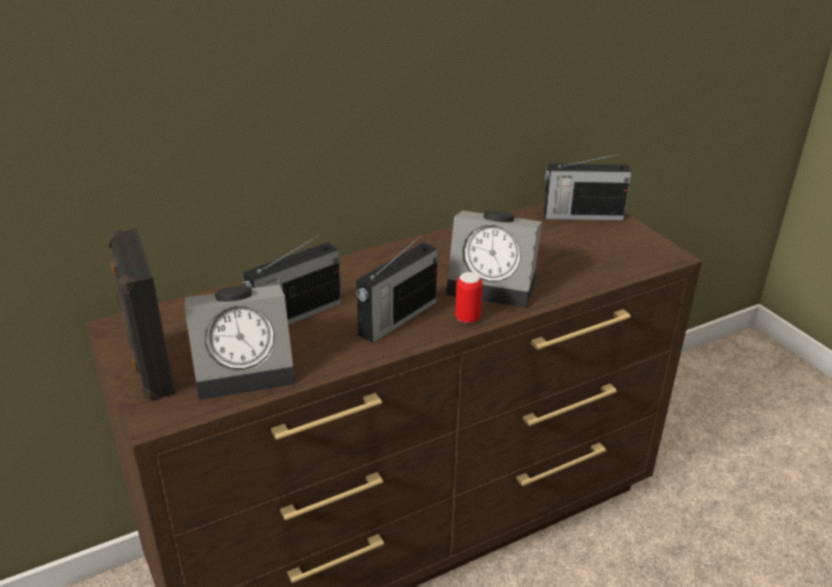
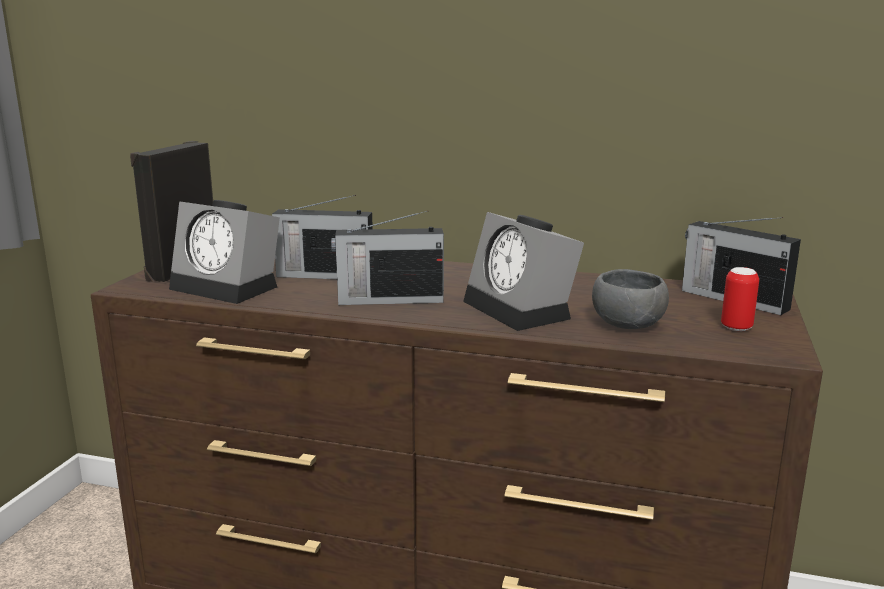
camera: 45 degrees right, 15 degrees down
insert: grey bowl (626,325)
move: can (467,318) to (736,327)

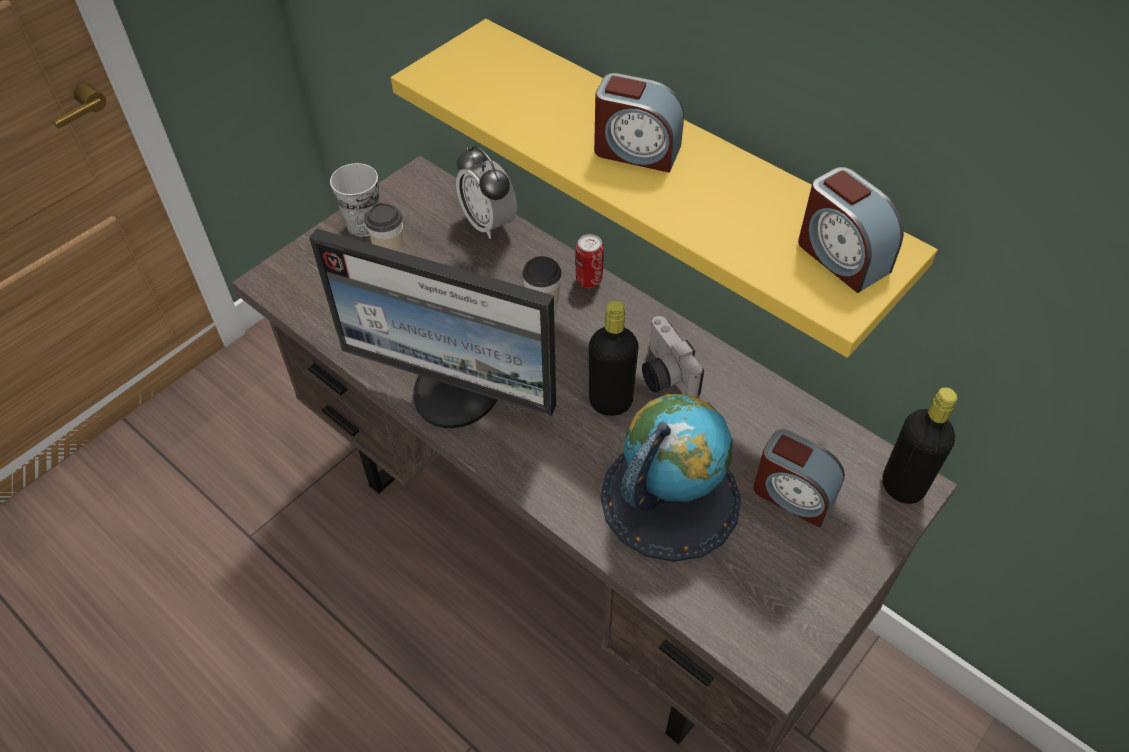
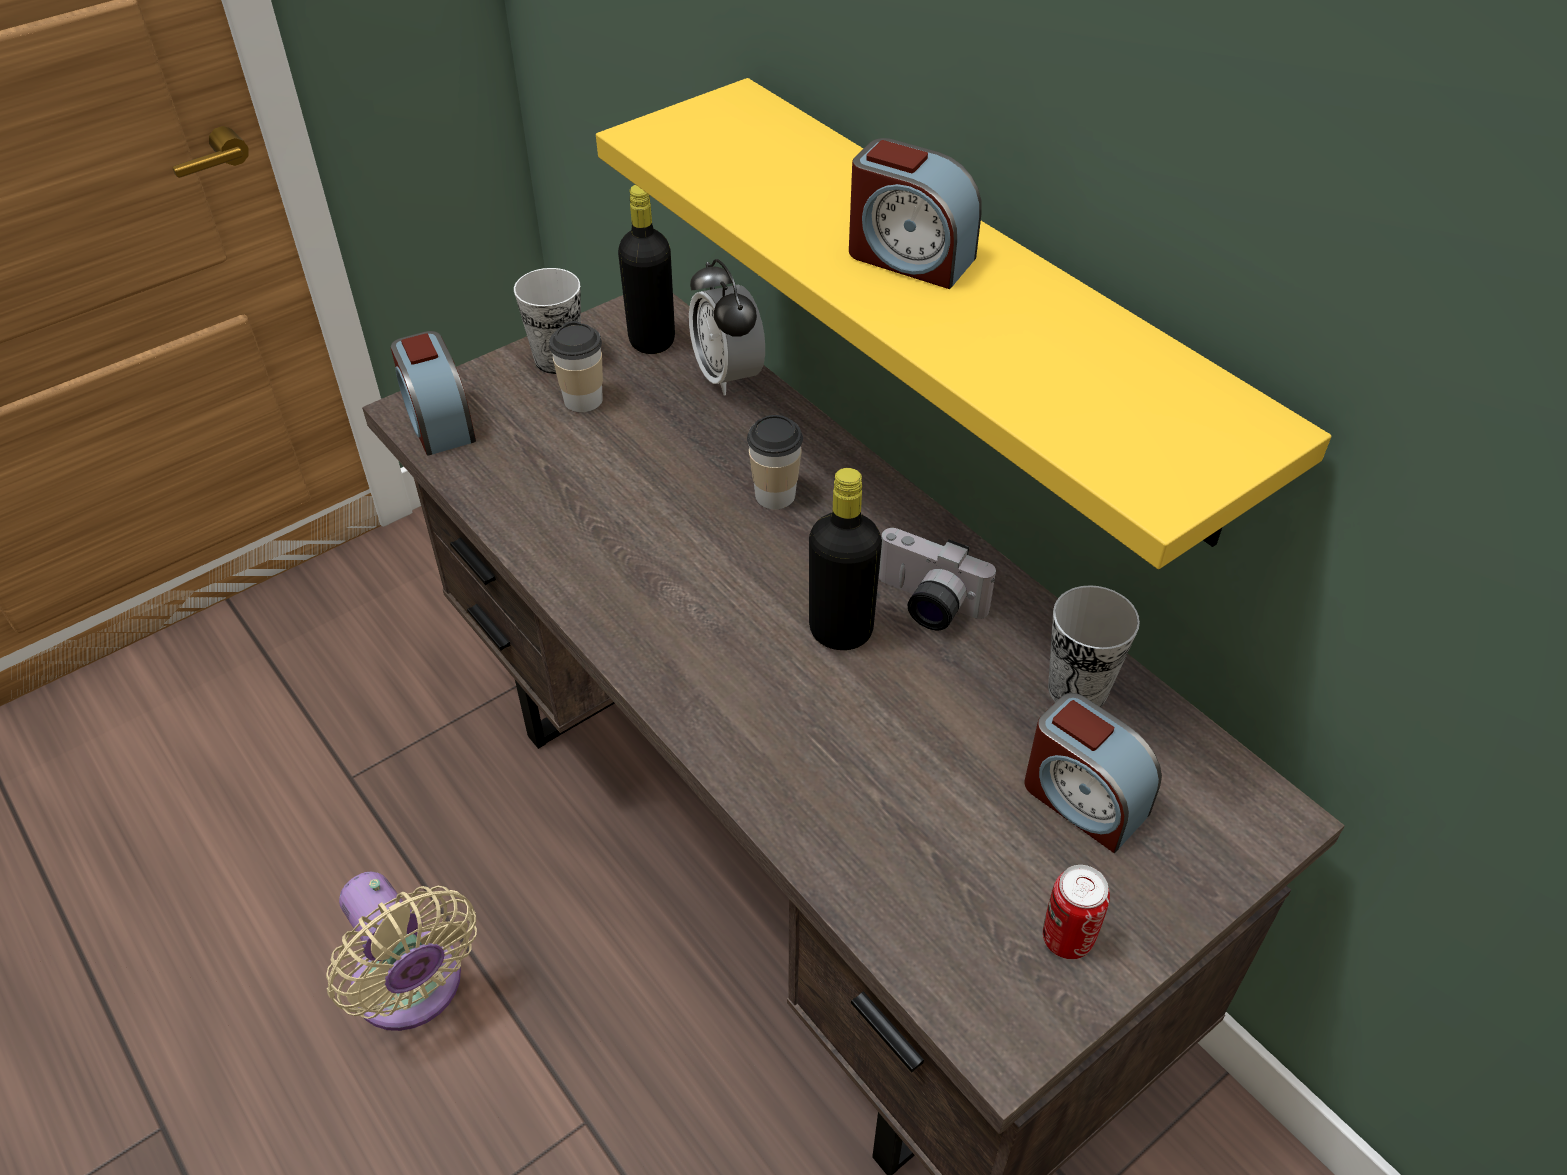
camera: 10 degrees right, 5 degrees down
delete: computer display (457,392); world globe (669,498)
insert: beige-coloured electric fan (413,990); drinking cup (1077,689)
move: alarm clock (841,256) to (438,422); black-coloured bottle (902,486) to (652,340); can (589,280) to (1067,938)
rotate: photo camera (662,374) = (926,605) 45 degrees counterclockwise

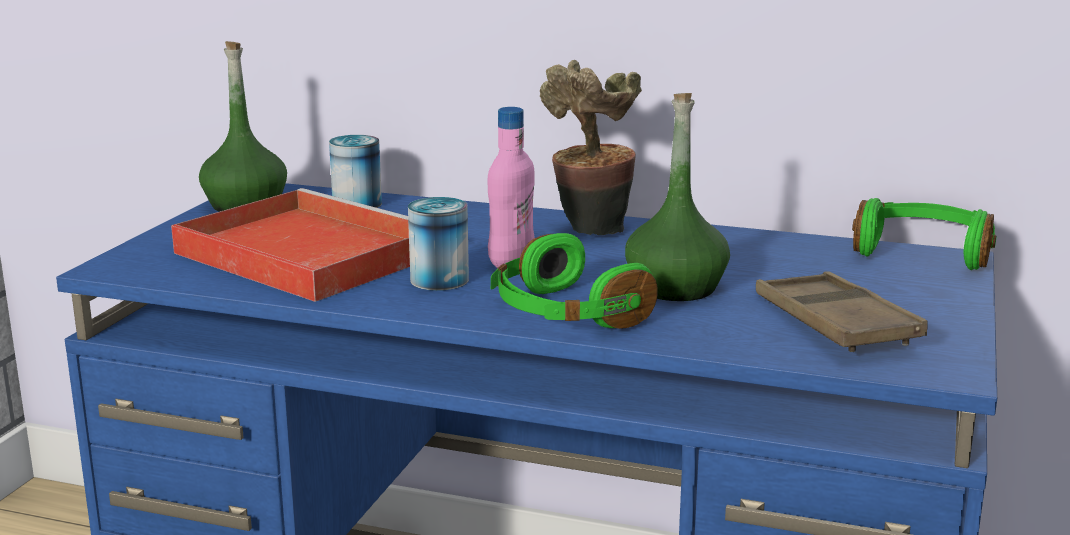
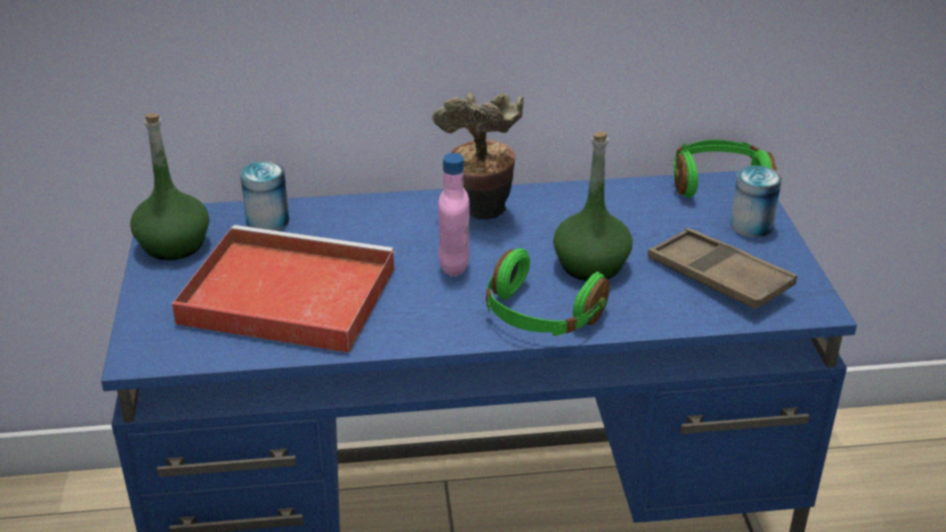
camera: 25 degrees left, 15 degrees up
move: can (439,280) to (751,225)

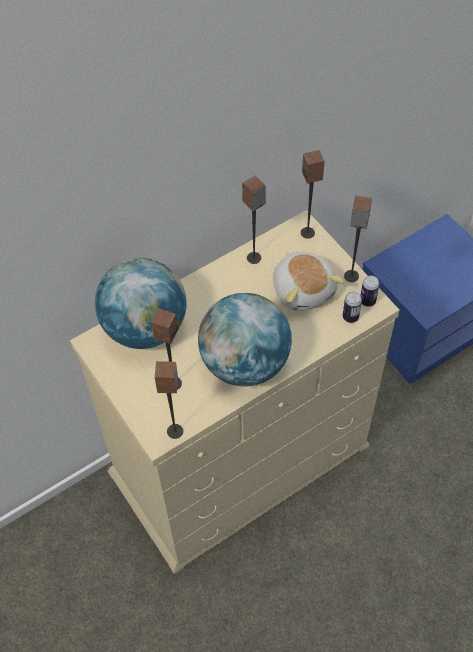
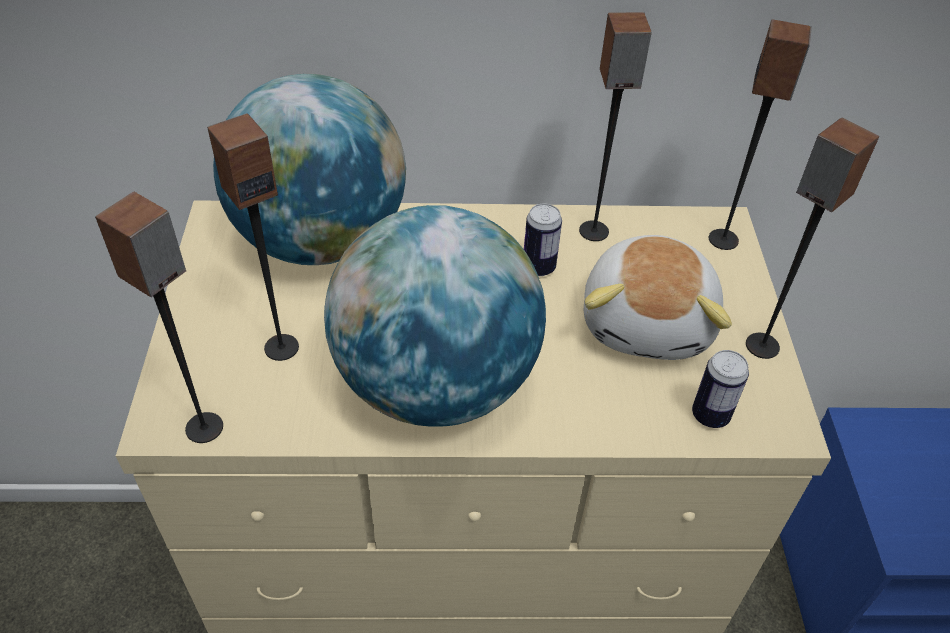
camera: 30 degrees right, 10 degrees down
move: can (367,301) to (538,267)

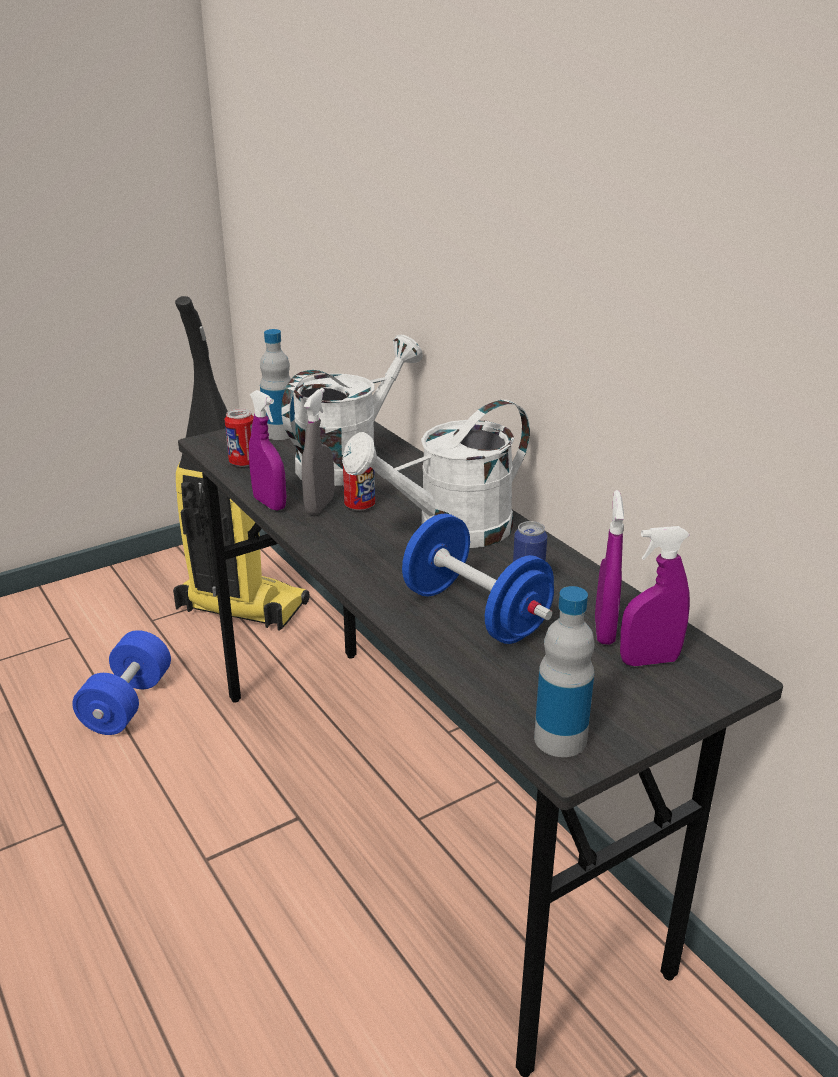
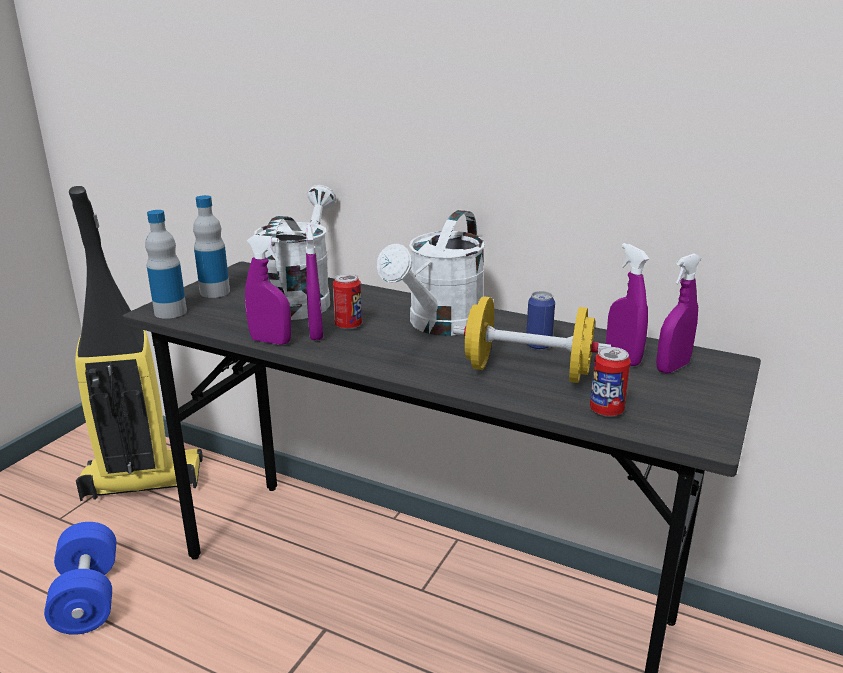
camera: 30 degrees left, 5 degrees down
move: bottle (560,739) to (170,312); can (243,462) to (606,410)
recolor: grey sprayer (320,505) to purple sprayer (315,333); bluish hand weight (475,613) to yellow hand weight (527,372)

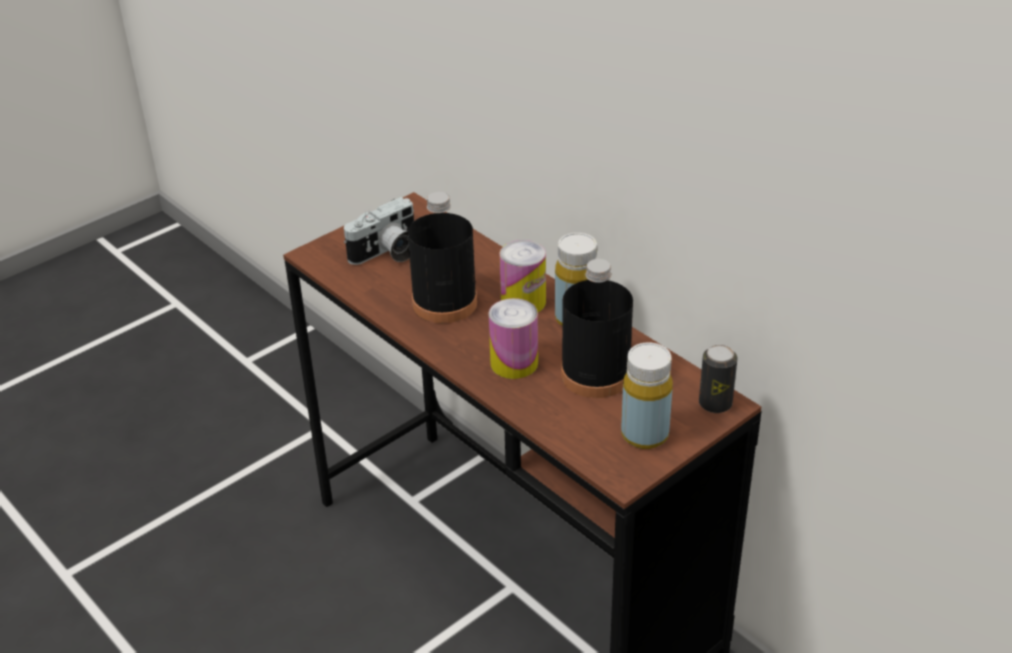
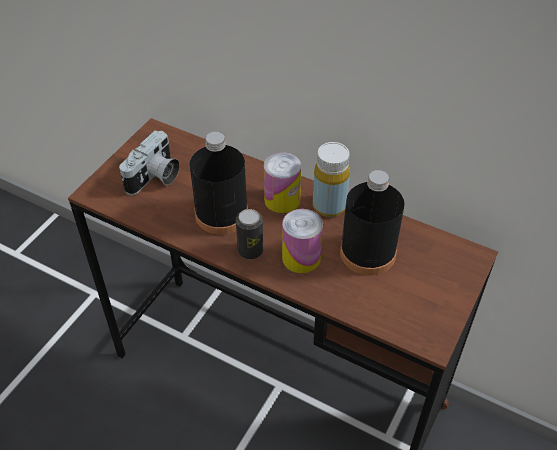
camera: 20 degrees left, 10 degrees up
delete: yellow bottle (644,435)
move: can (715,404) to (250,250)

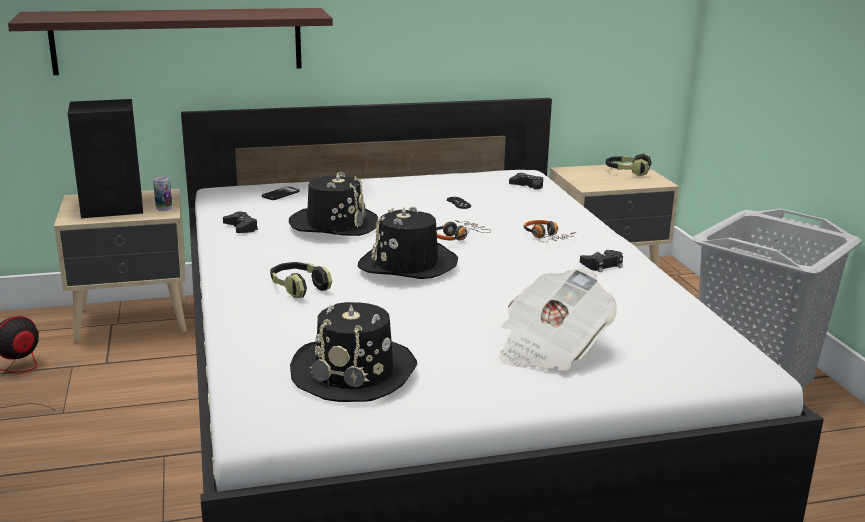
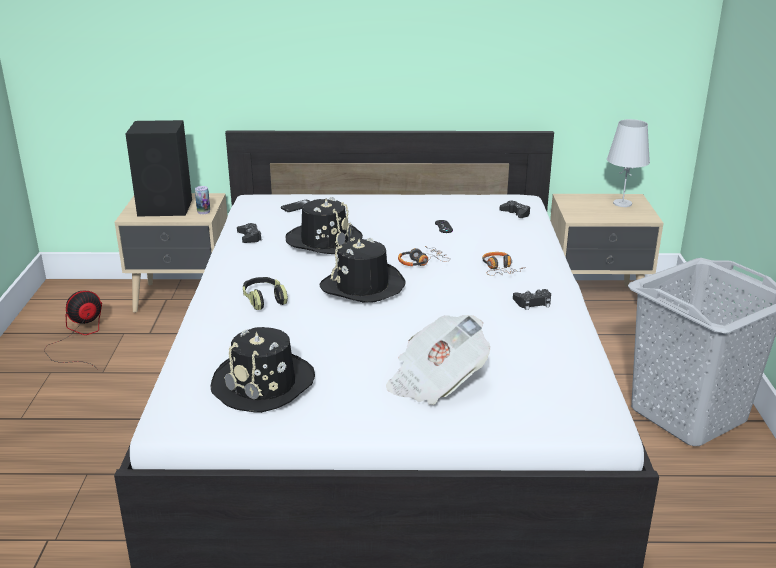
camera: 15 degrees right, 5 degrees up
delete: shelf (178,40)
replace: headphones (627,172) to white-coloured lamp for a table (622,203)

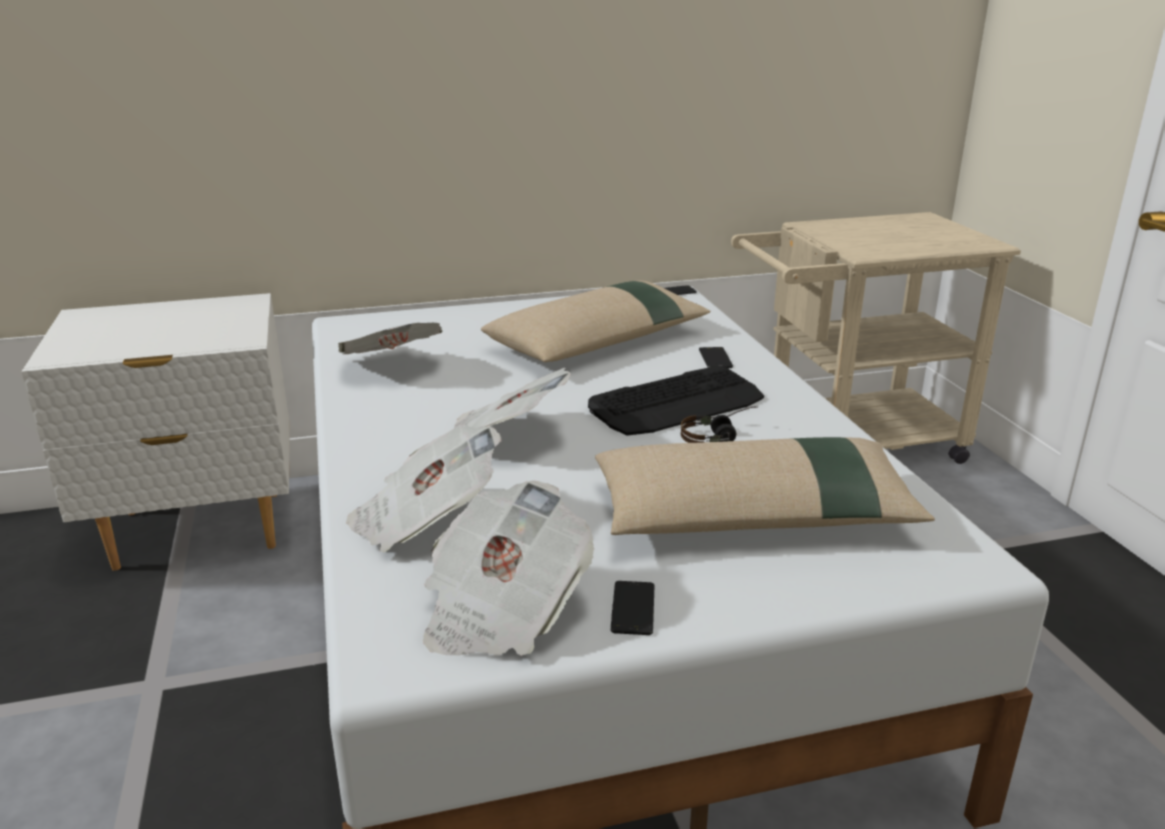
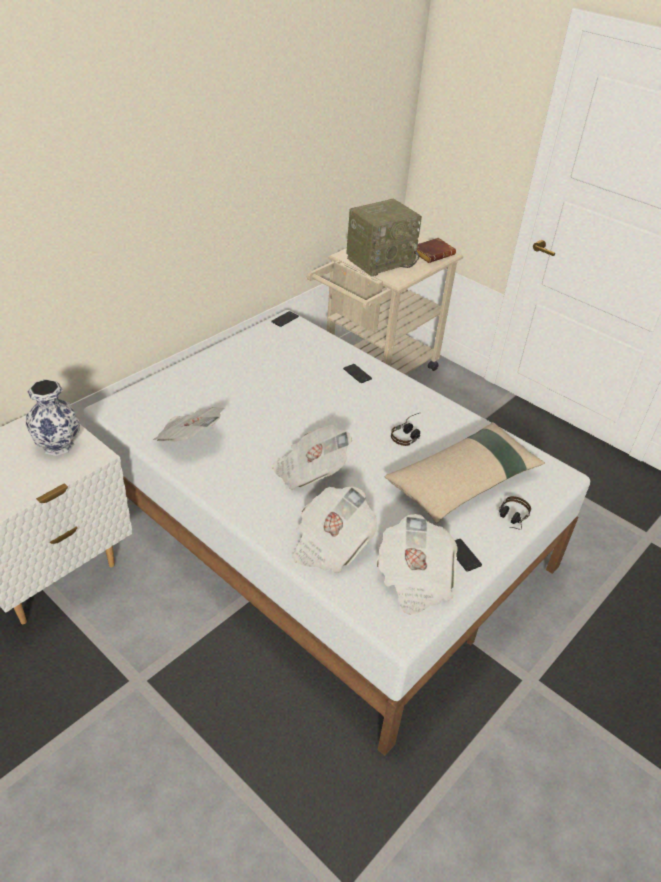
camera: 35 degrees left, 15 degrees up
delete: beige-coloured cushion (599,341); computer keyboard (677,403)
insert: decorative vase (59,445); radio receiver (380,260); brown-coloured volume (433,253); headphones (511,519)

